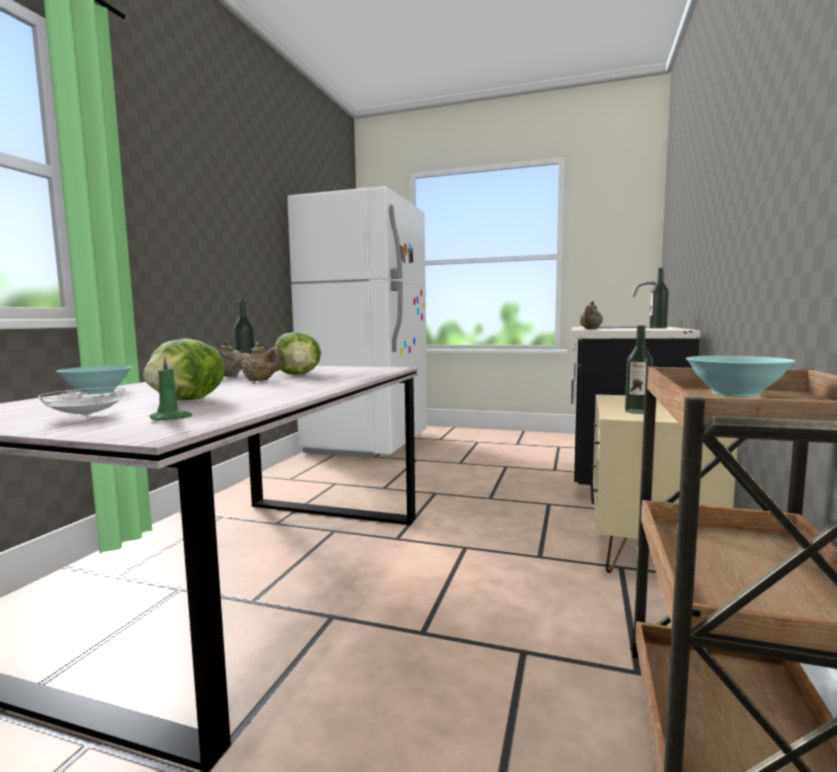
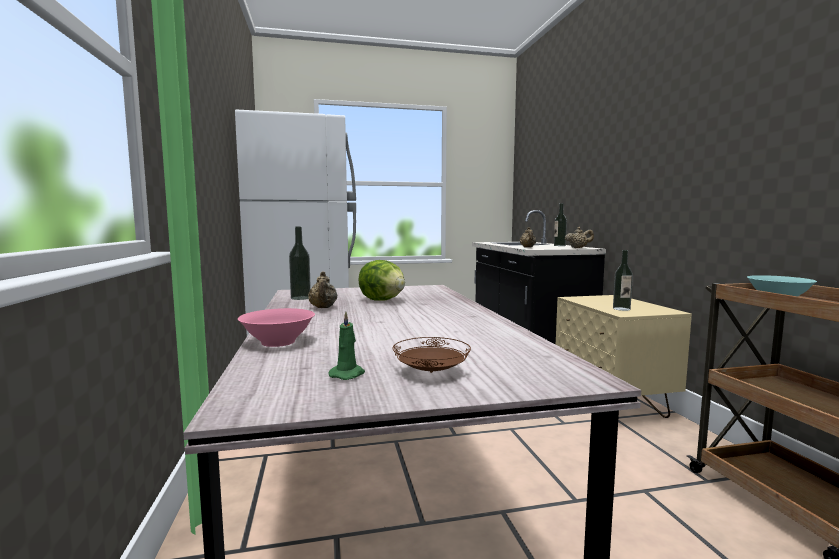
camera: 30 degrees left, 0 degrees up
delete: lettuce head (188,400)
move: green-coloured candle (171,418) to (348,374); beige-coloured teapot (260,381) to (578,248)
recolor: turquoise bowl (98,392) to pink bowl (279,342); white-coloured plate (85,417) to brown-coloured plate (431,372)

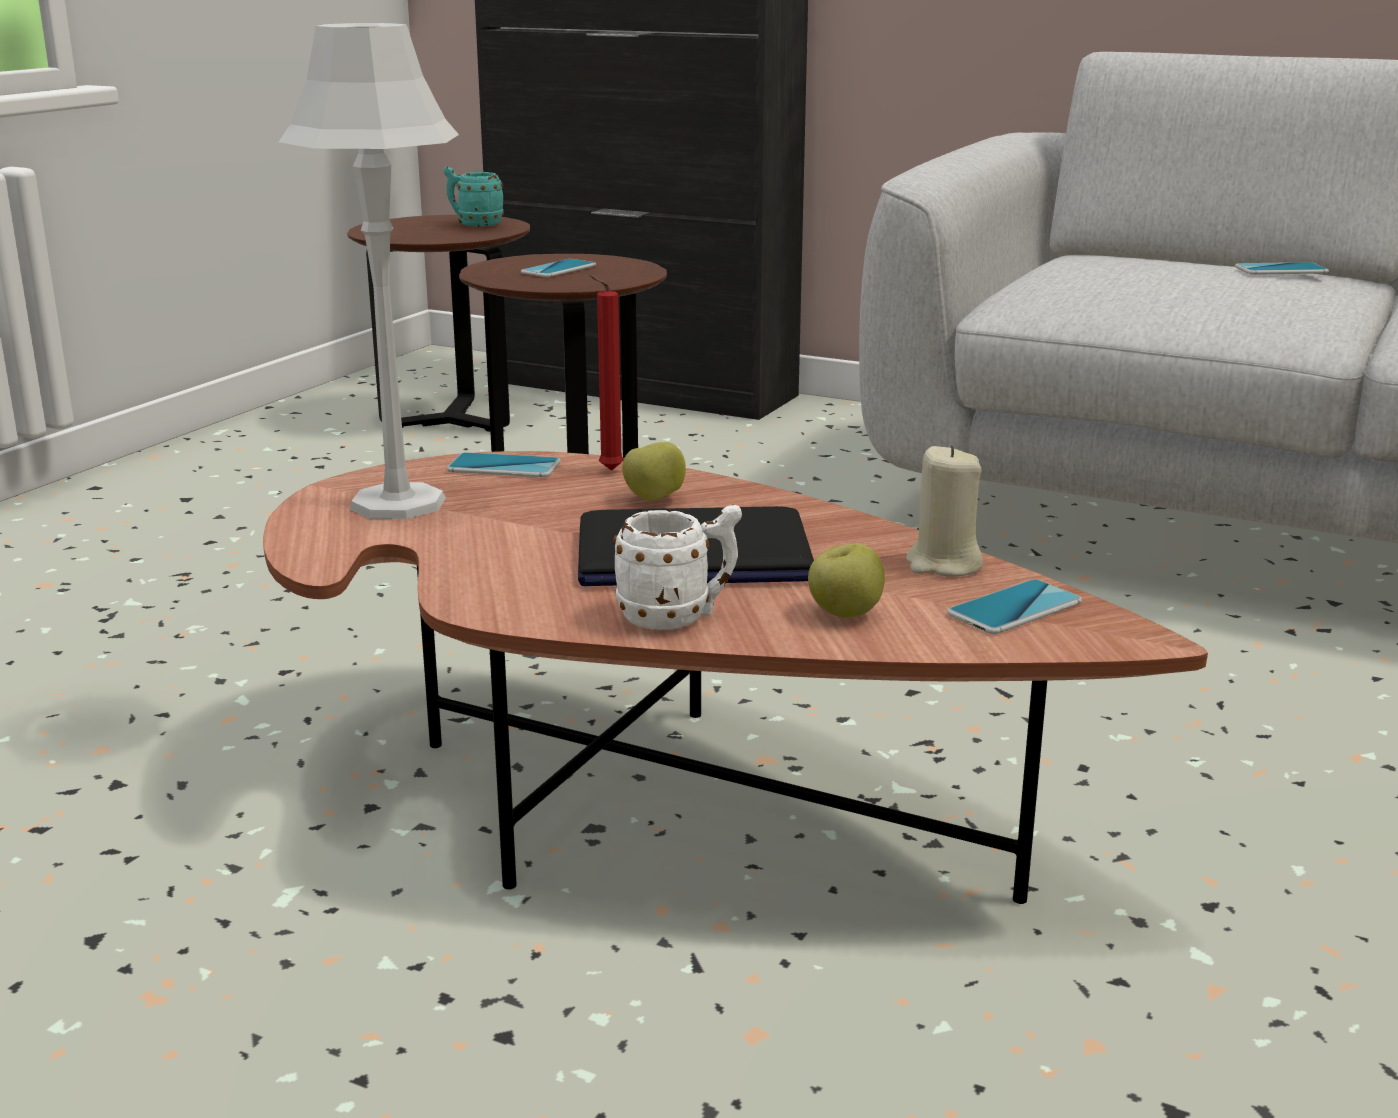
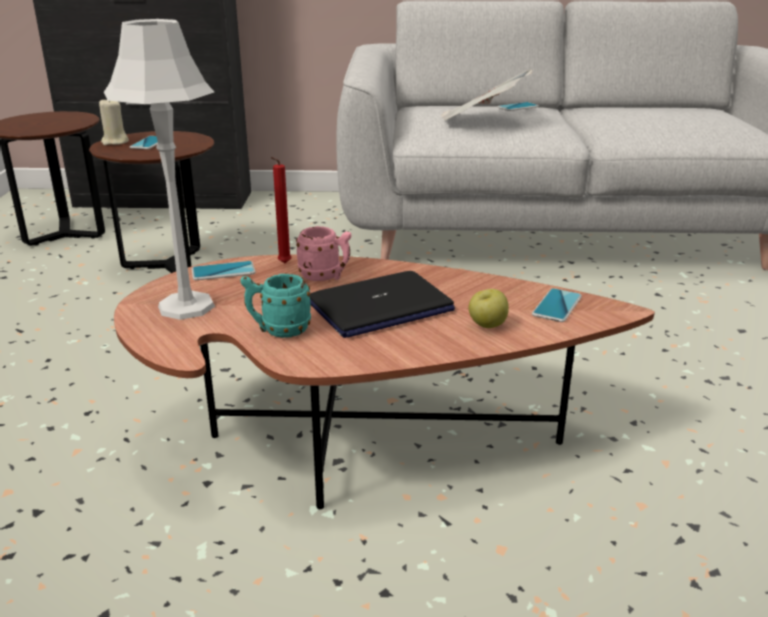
camera: 25 degrees left, 5 degrees up
delete: white-coloured tea mug (678,617)
insert: printed paper (480,121)
move: beige-coloured candle (943,564) to (115,142); turquoise tea mug (474,224) to (278,330)
replace: apple fruit (654,499) to pink tea mug (326,277)

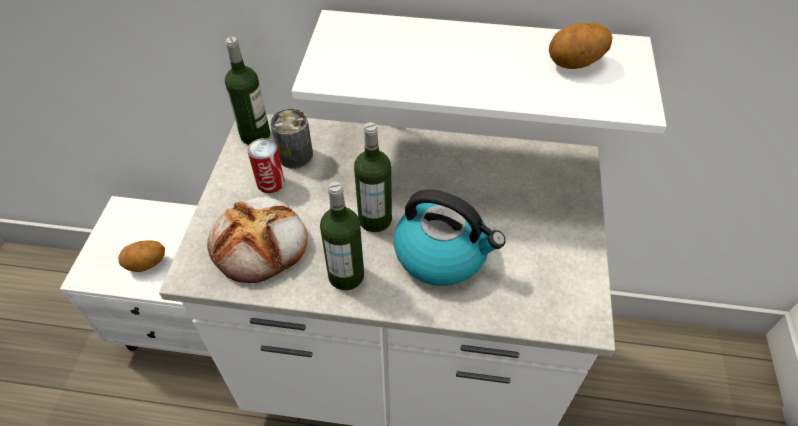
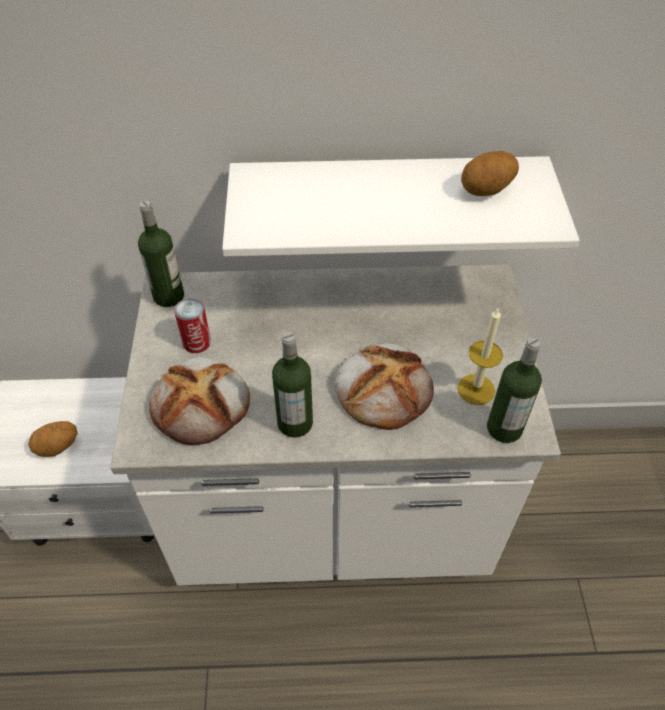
camera: 10 degrees left, 0 degrees up
delete: can (295,155)
insert: candle (476,389)
move: bottle (375,219) to (504,428)
replace: kettle (442,254) to baked bread (383,388)

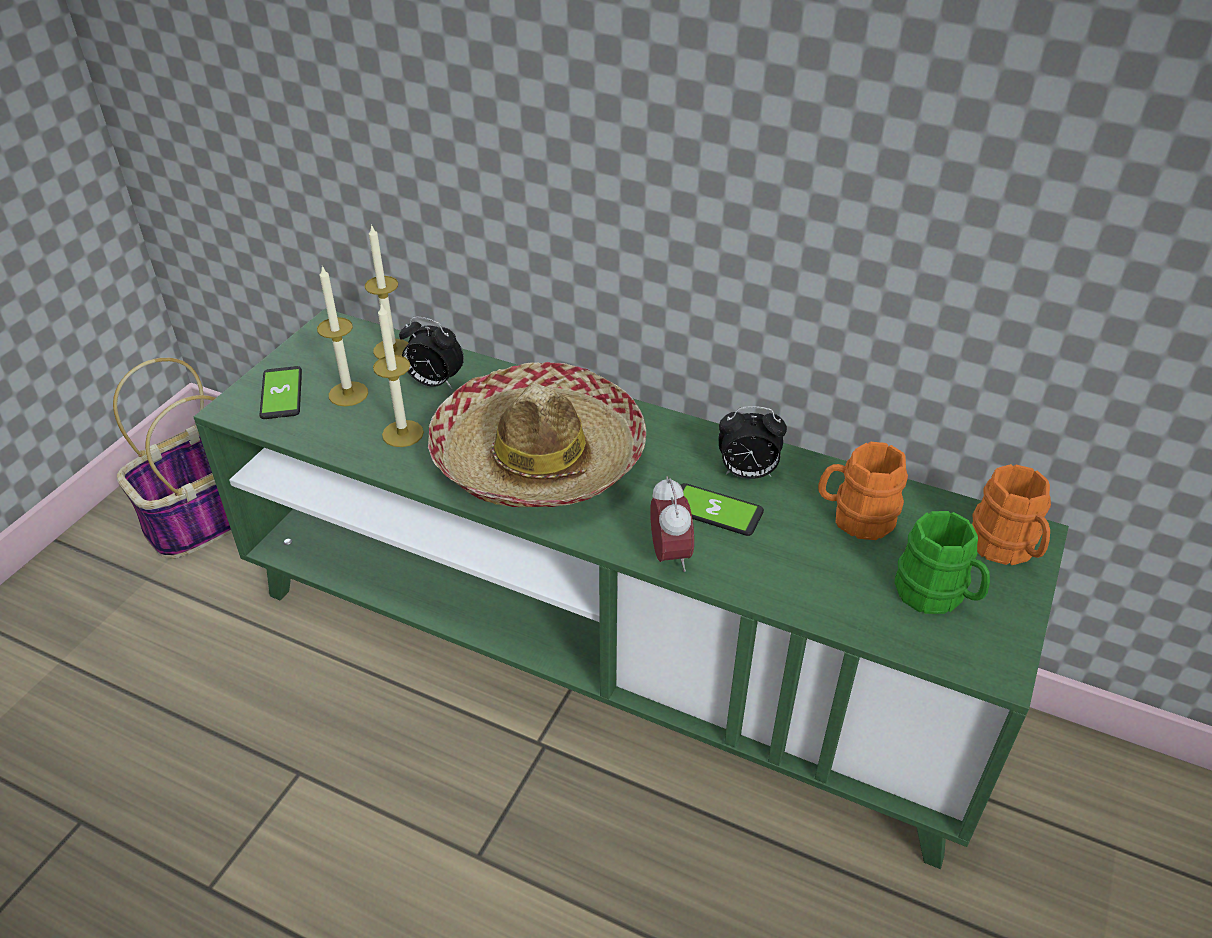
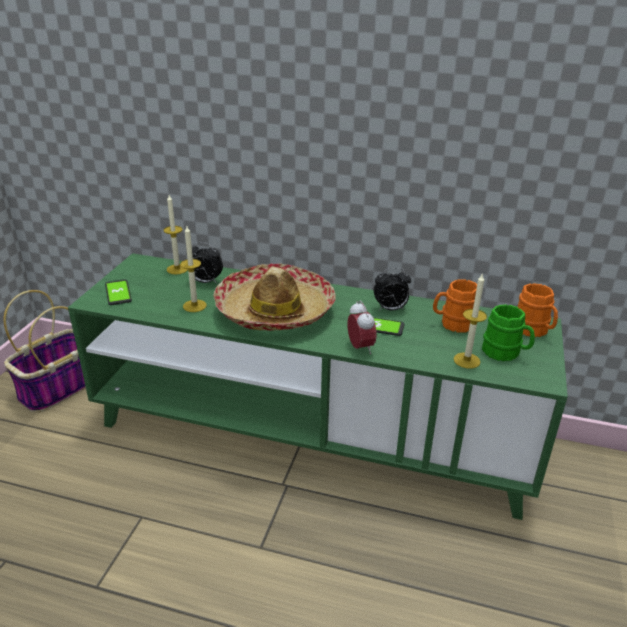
camera: 10 degrees left, 10 degrees down
move: candle (348,394) to (466,360)

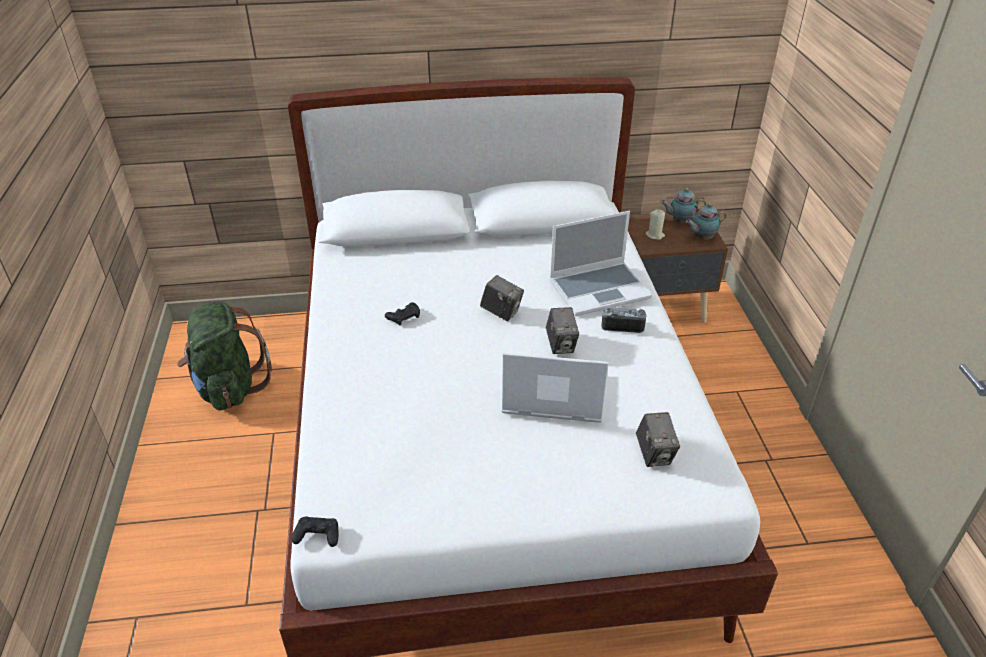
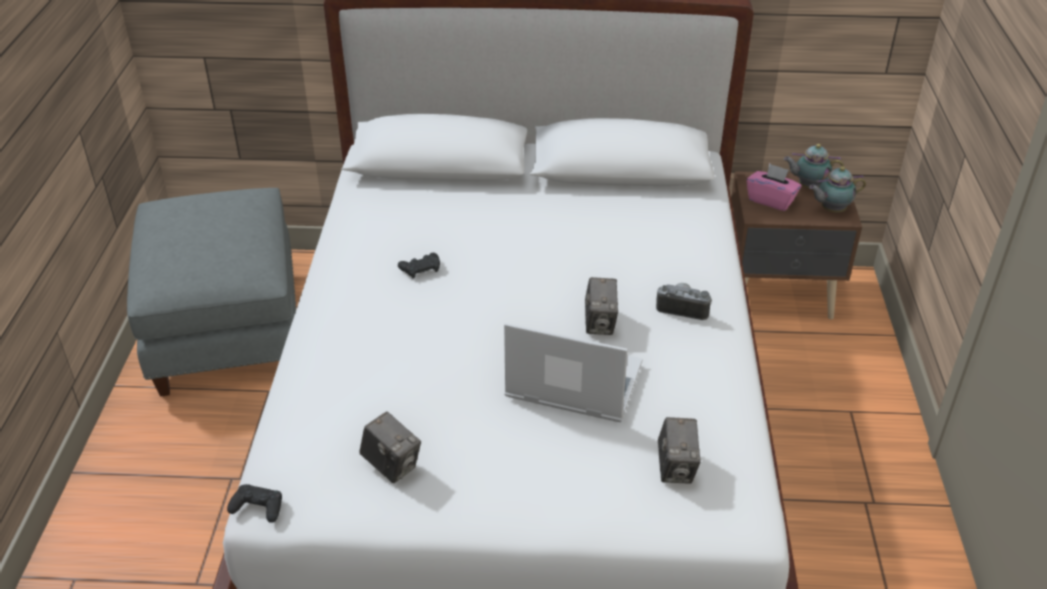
camera: 10 degrees right, 0 degrees up
delete: laptop (599,289)
move: photo camera (501,312) to (392,465)
replace: green-coloured backpack (229,387) to grey footrest (229,331); beige-coloured candle (655,235) to pink tissue box (771,200)

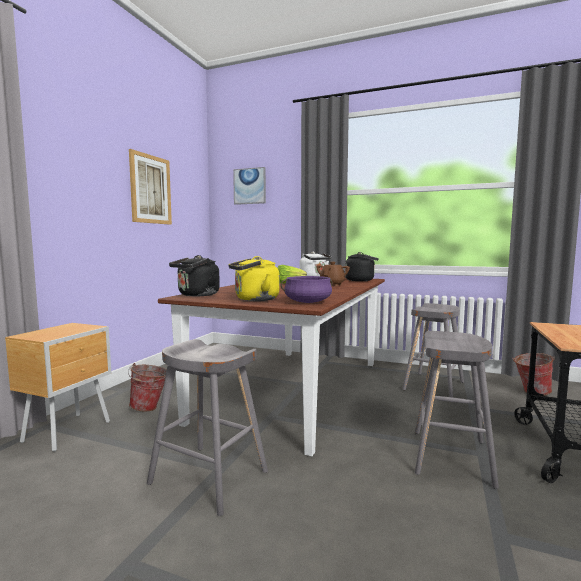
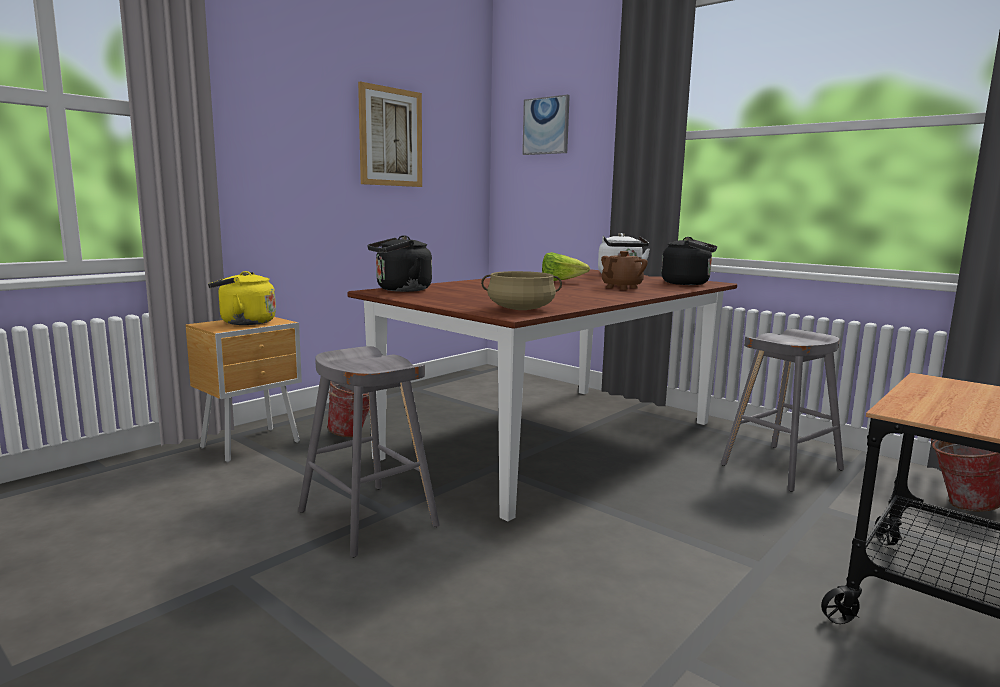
camera: 20 degrees right, 5 degrees up
delete: grey stool (451,456)
move: yellow kettle (254,299) to (244,322)
recolor: purple saucepot (308,302) to beige-coloured saucepot (521,309)

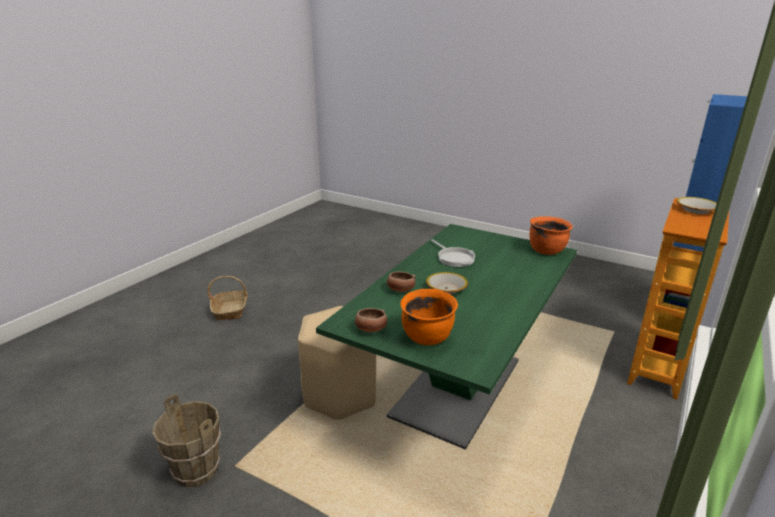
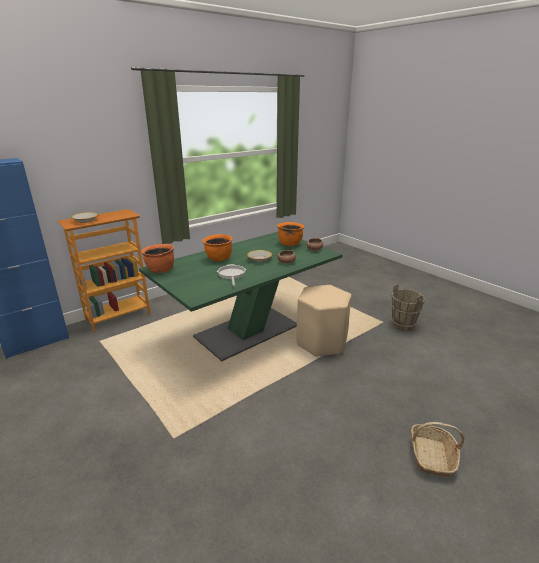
camera: 160 degrees left, 0 degrees up
insert: orangey saucepot (219,259)

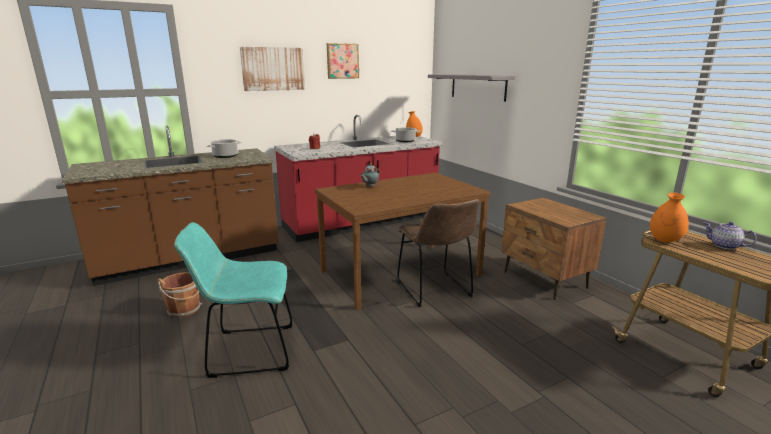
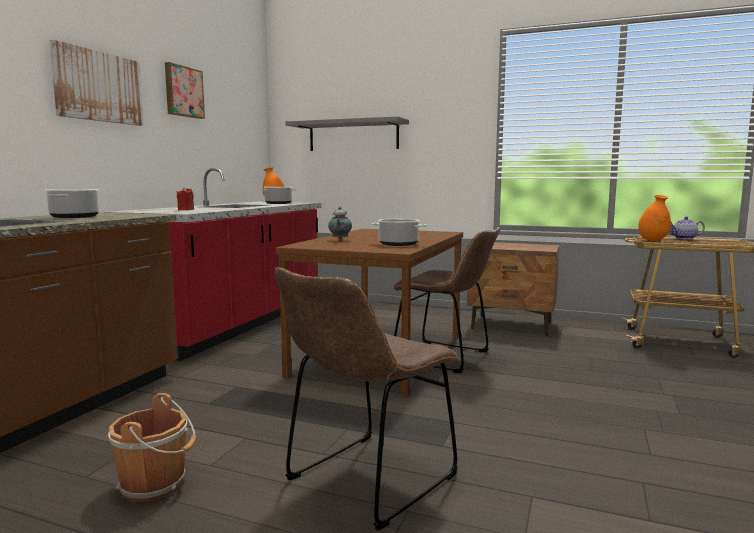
camera: 40 degrees left, 10 degrees down
insert: saucepot (399,244)
recolor: turquoise chair (247,351) to brown-coloured chair (366,481)

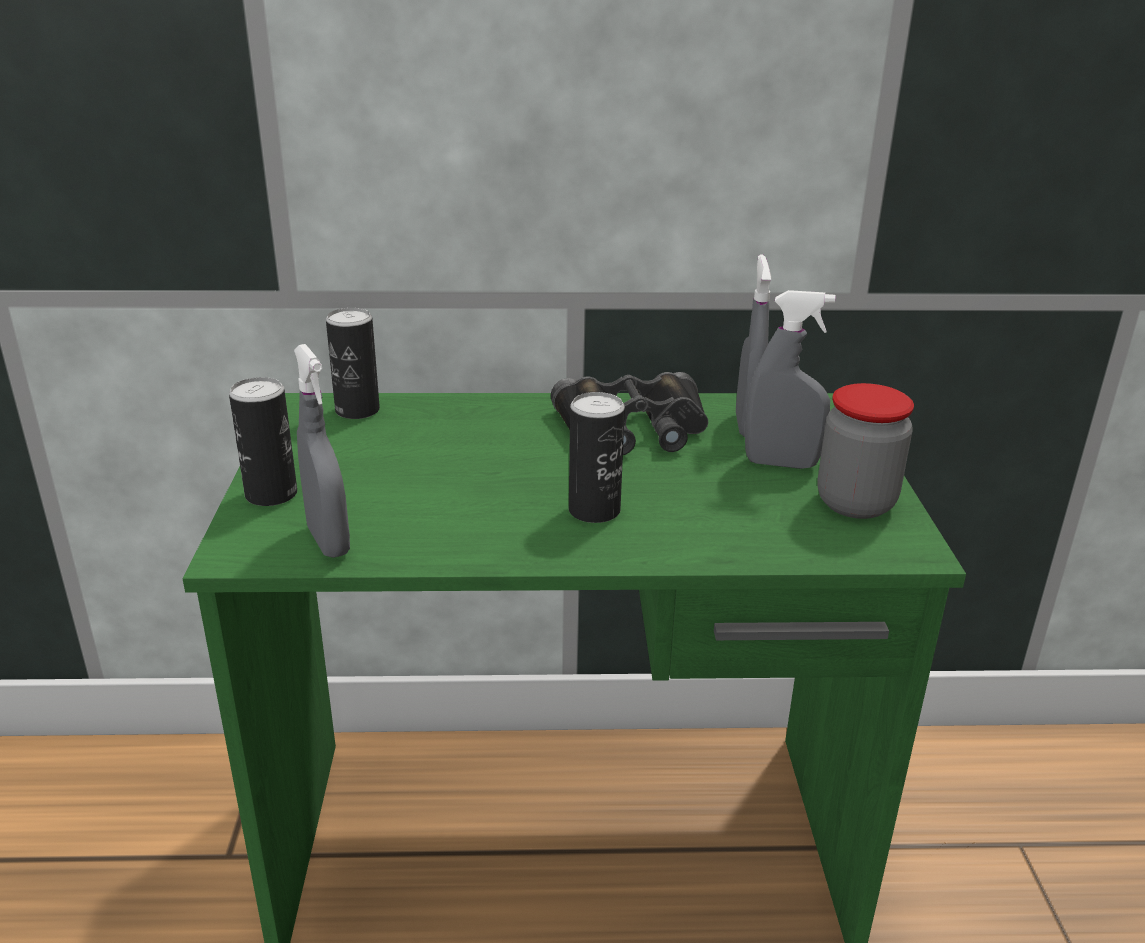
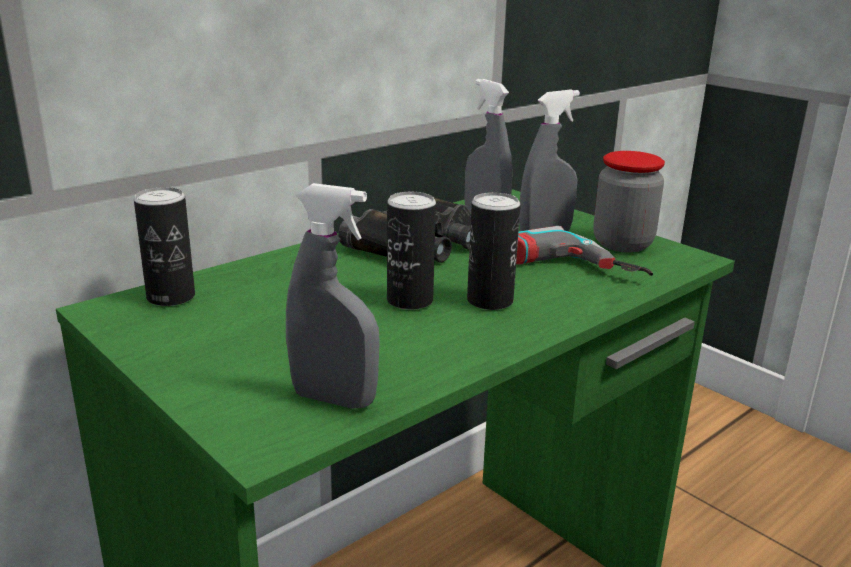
camera: 40 degrees left, 5 degrees down
insert: drill (559,272)
move: can (271,494) to (410,300)

